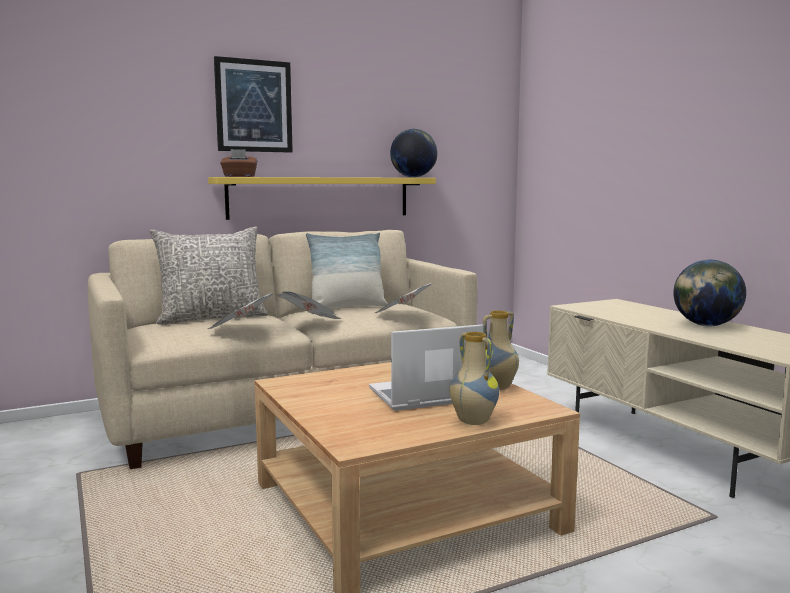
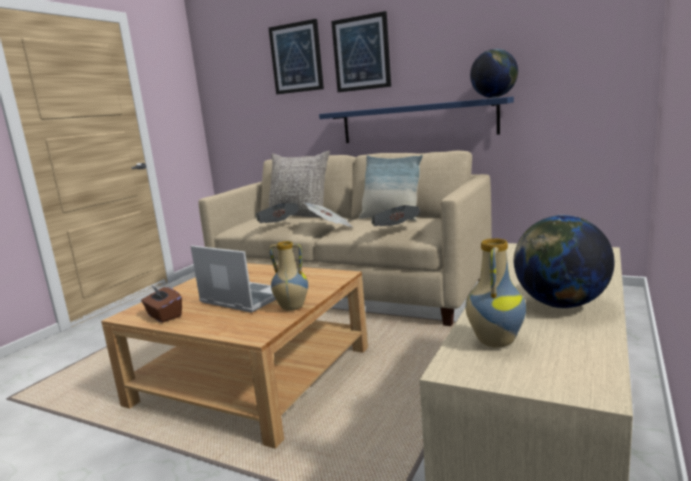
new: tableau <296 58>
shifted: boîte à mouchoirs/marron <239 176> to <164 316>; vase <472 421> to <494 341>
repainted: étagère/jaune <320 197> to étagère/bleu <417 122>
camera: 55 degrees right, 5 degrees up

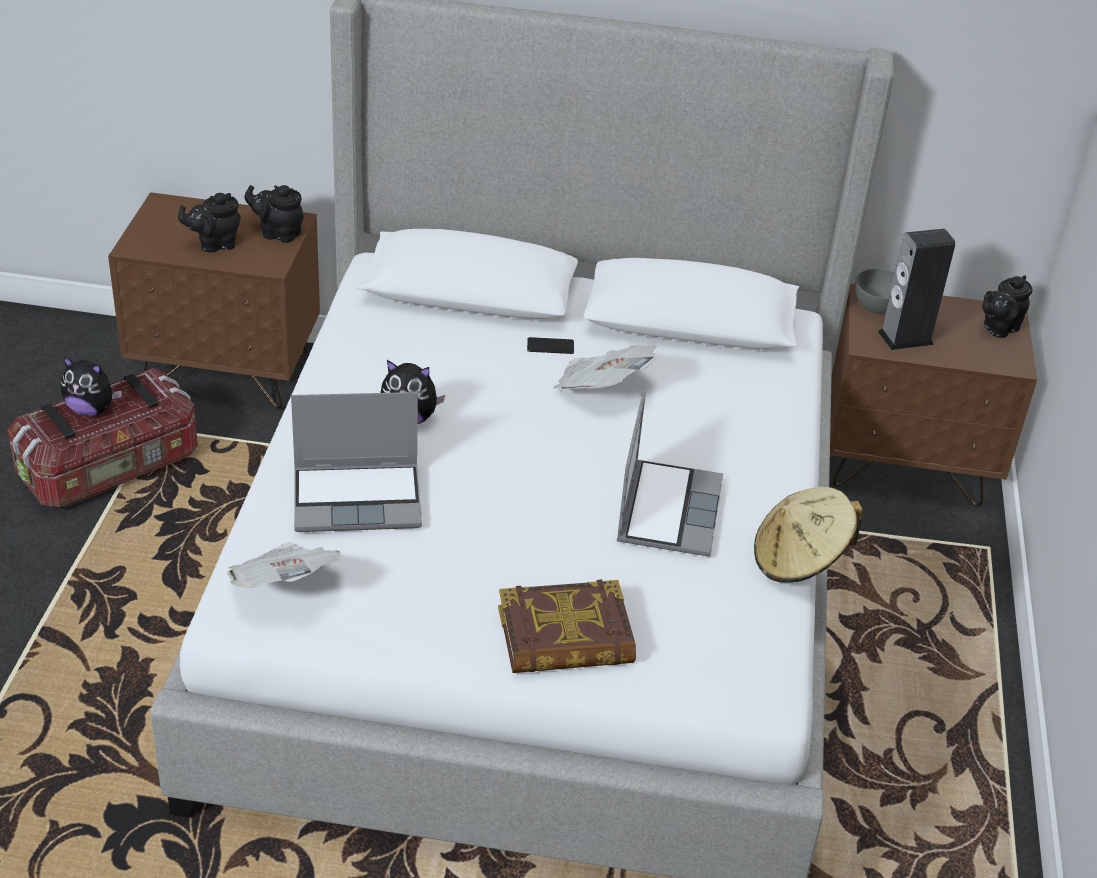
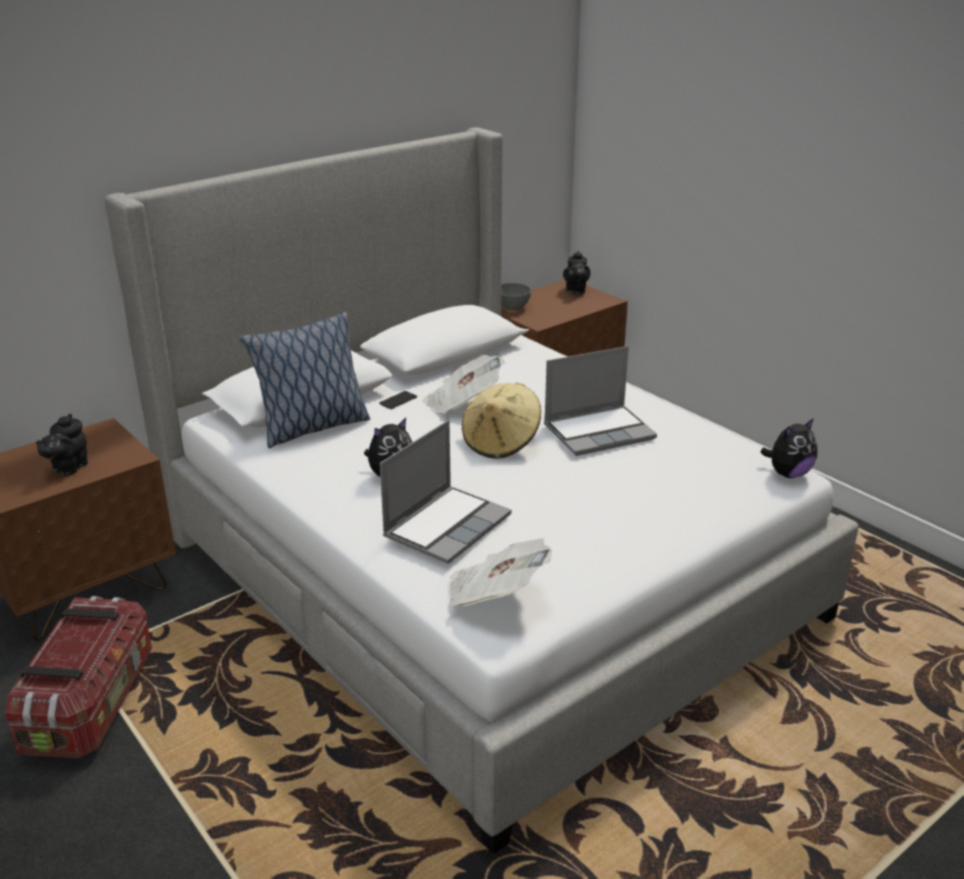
gone: théière/noir <278 233>; livre <565 637>; enceinte <905 338>
new: coussin <312 428>
shifted: chapeau/beige <799 560> to <501 442>; peluche <91 409> to <788 474>
rotated: ordinateur portable <667 509> = <599 431> 105 degrees clockwise
camera: 45 degrees left, 10 degrees down

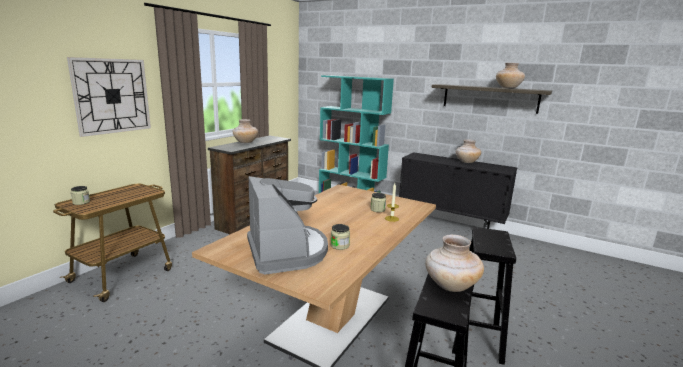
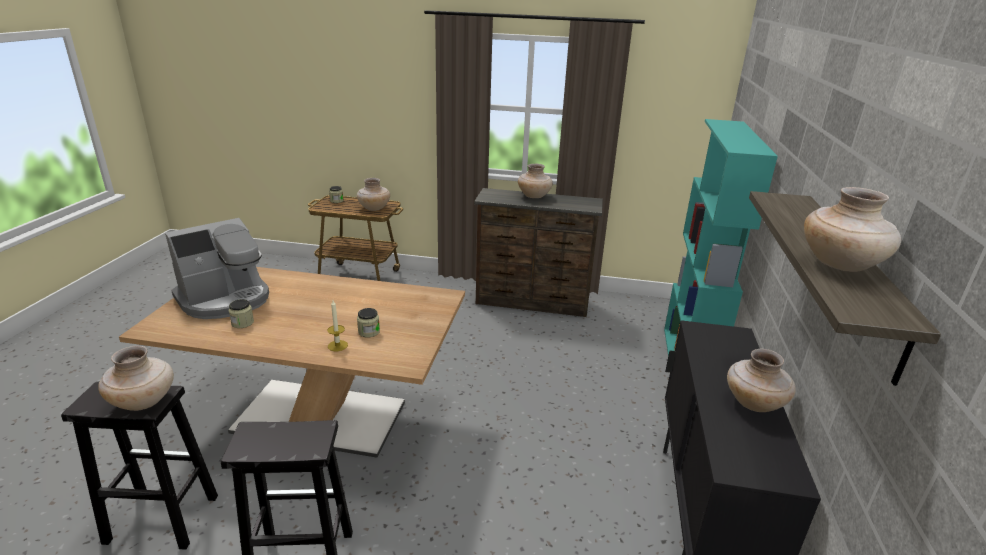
gone: horloge murale <112 96>
new: vase/beige <374 208>
camera: 70 degrees right, 10 degrees up

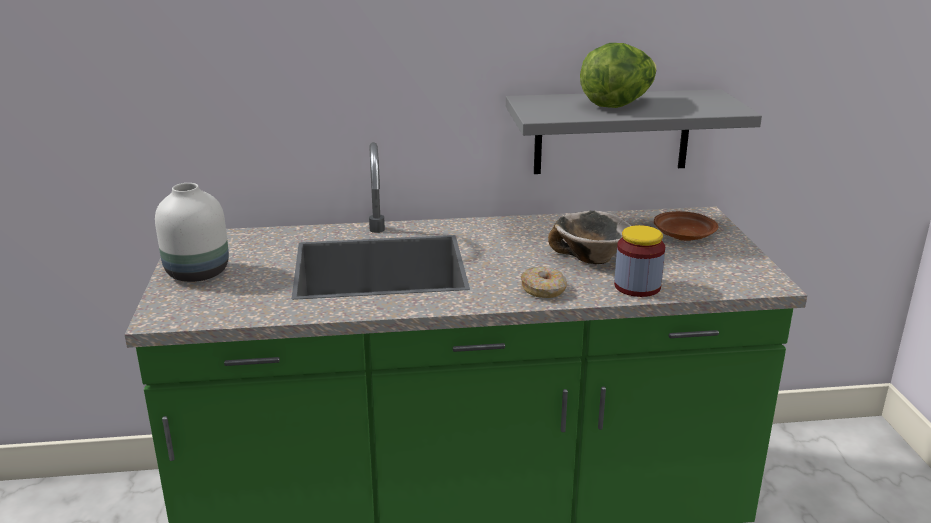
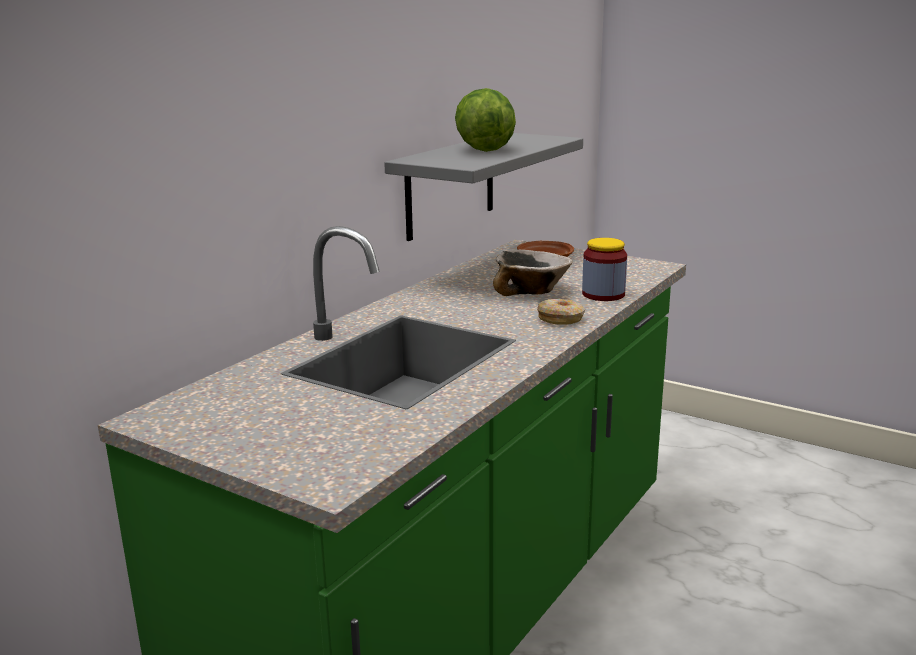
gone: vase/blanc <195 273>
camera: 50 degrees left, 5 degrees down

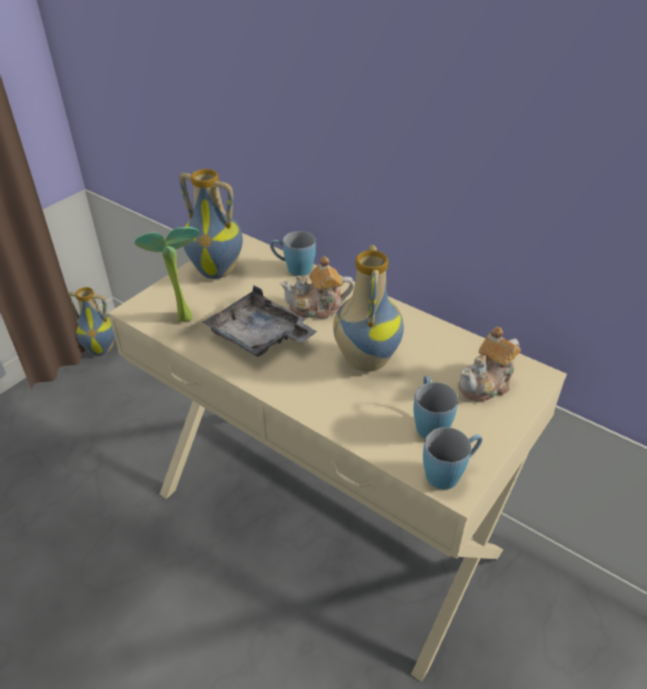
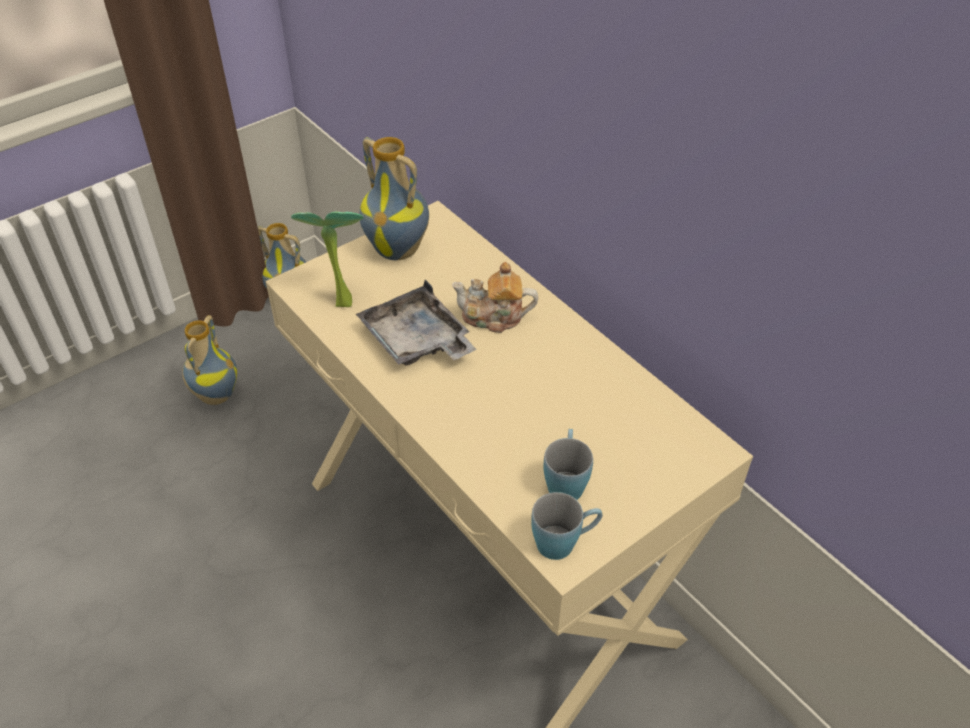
gone: mug/bleu <293 268>; théière <486 384>
shifted: vase <364 360> to <215 394>
camera: 15 degrees right, 5 degrees up

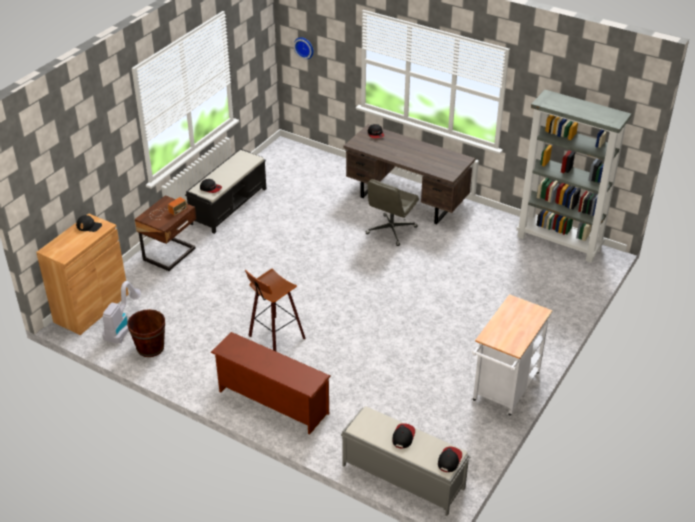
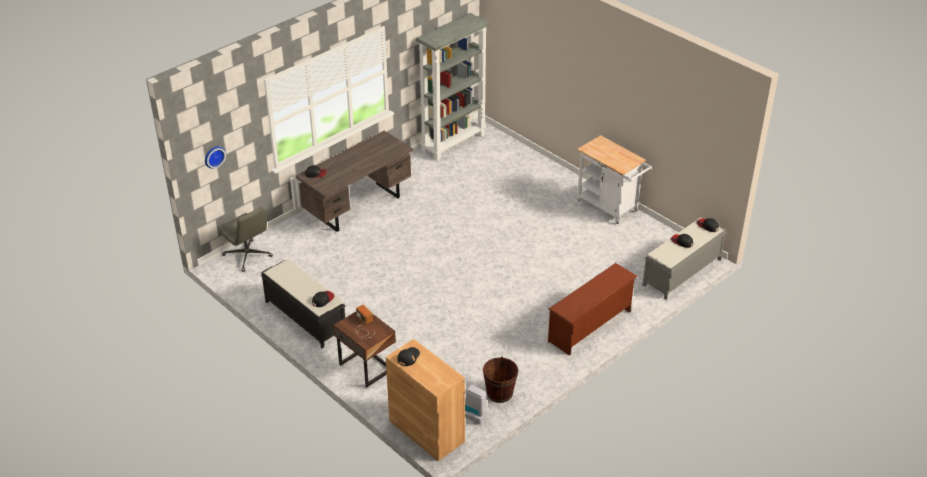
gone: tabouret <274 337>
shifted: chaise de bureau/gris <391 231> to <248 256>
camera: 75 degrees left, 0 degrees up

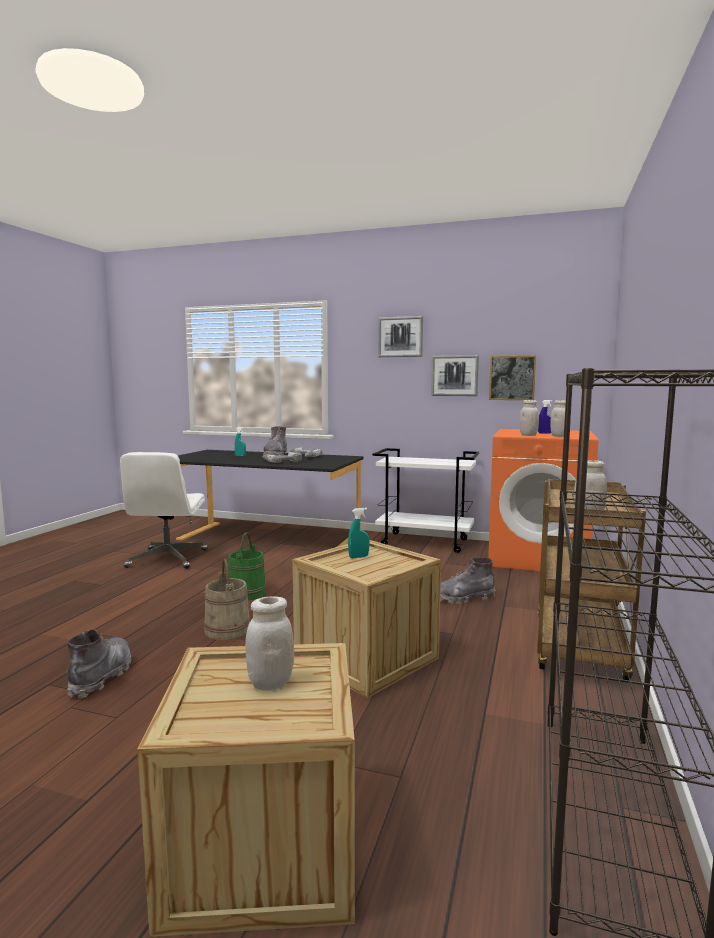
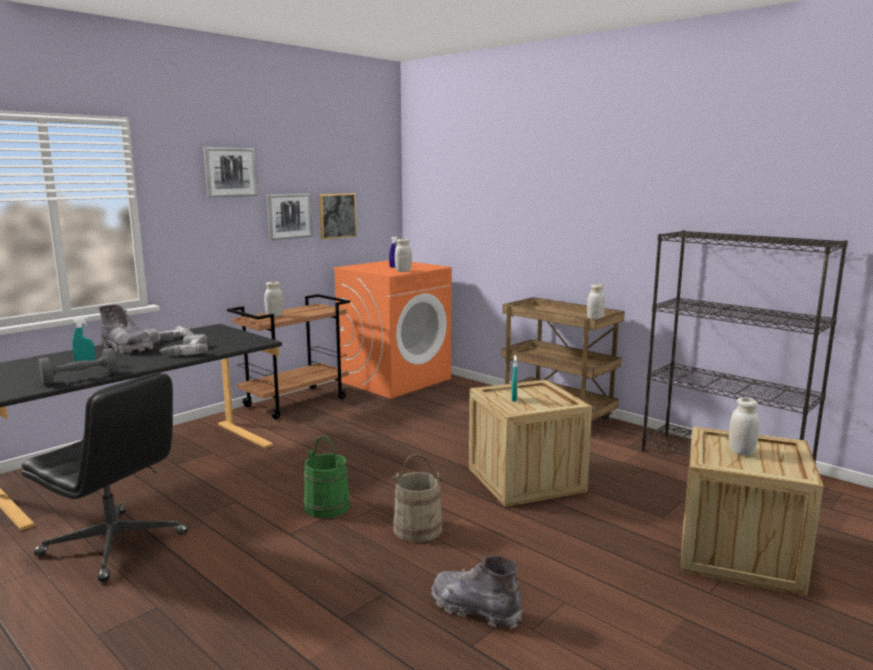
gone: botte/gris <464 598>
new: haltère/gris <80 378>
shifted: bocal/blanc <559 436> to <274 316>
repainted: chaise de bureau/blanc <167 559> to chaise de bureau/noir <115 545>; chariot/blanc <425 542> to chariot/marron <296 402>
camera: 65 degrees left, 5 degrees up

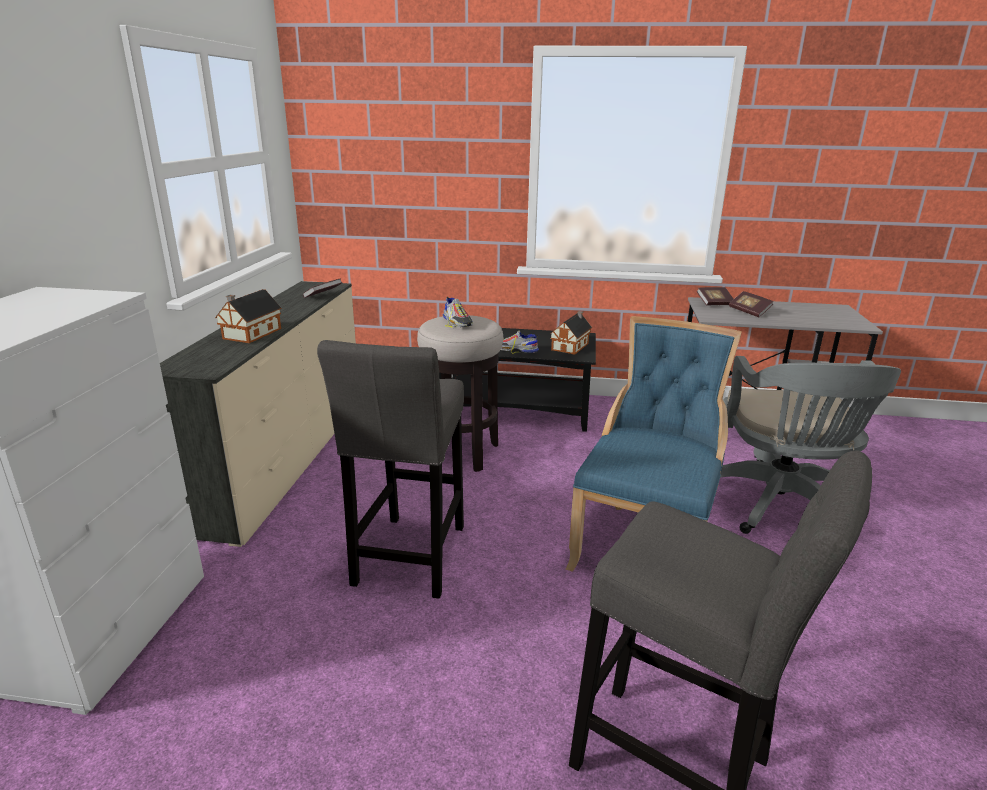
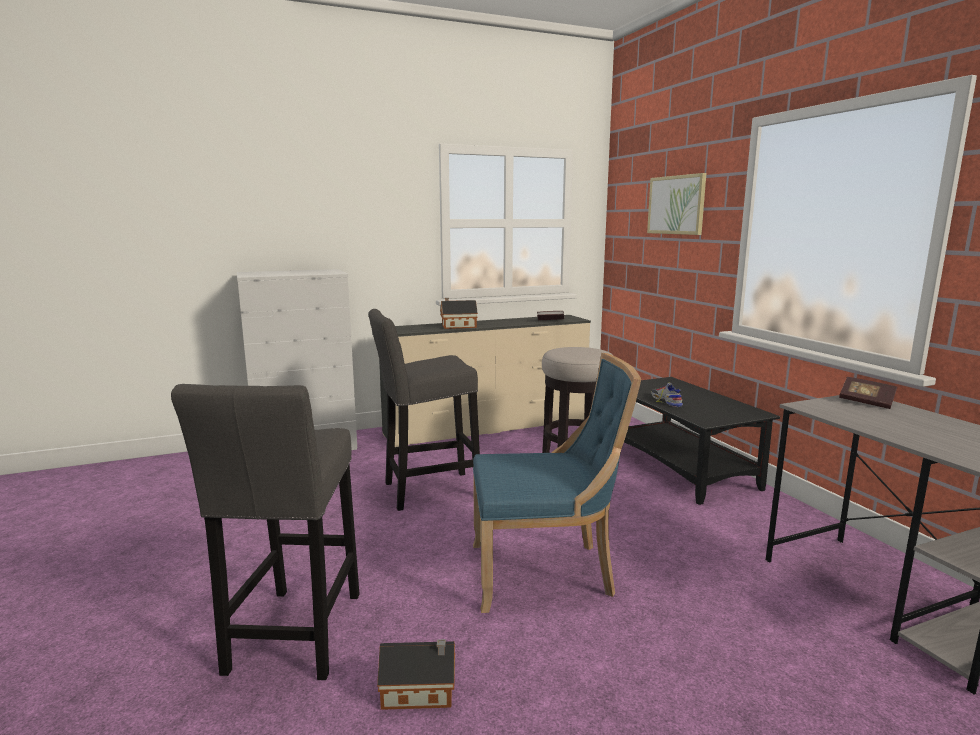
gone: chaussure <457 322>; chaise de bureau/gris <780 506>; livre <749 312>
new: tableau <676 205>
shifted: maison miniature <571 346> to <421 691>
camera: 60 degrees right, 10 degrees down

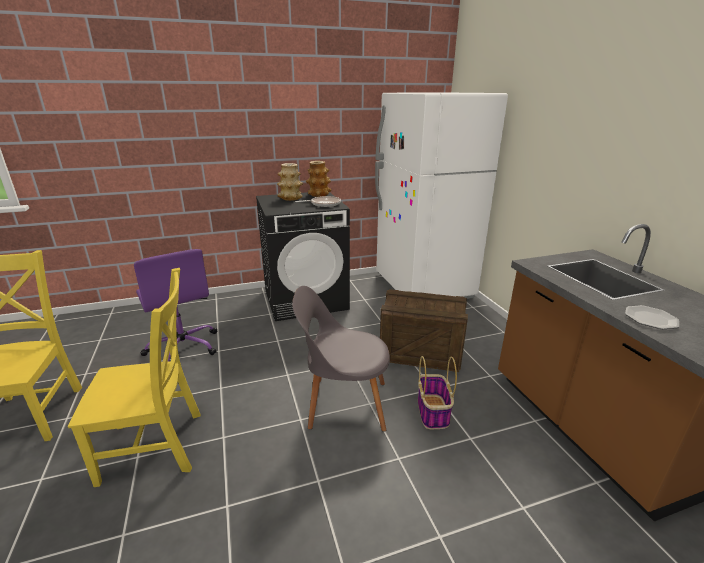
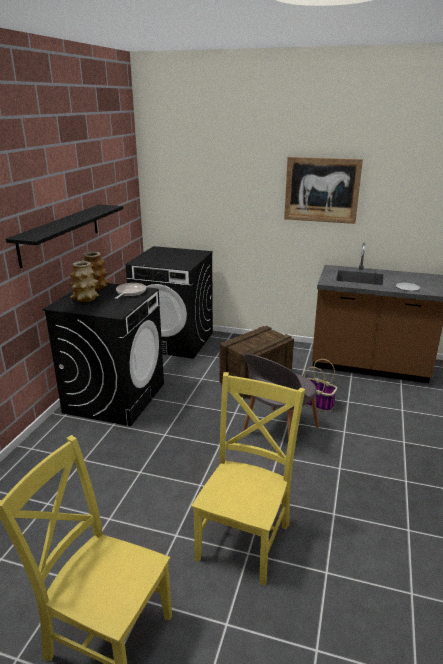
gone: chaise de bureau/violet <183 347>
new: étagère/noir <60 233>; tableau <322 190>
swapped: réfrigérateur/blanc <423 286> to lave-linge/noir <174 341>
camera: 55 degrees left, 0 degrees up

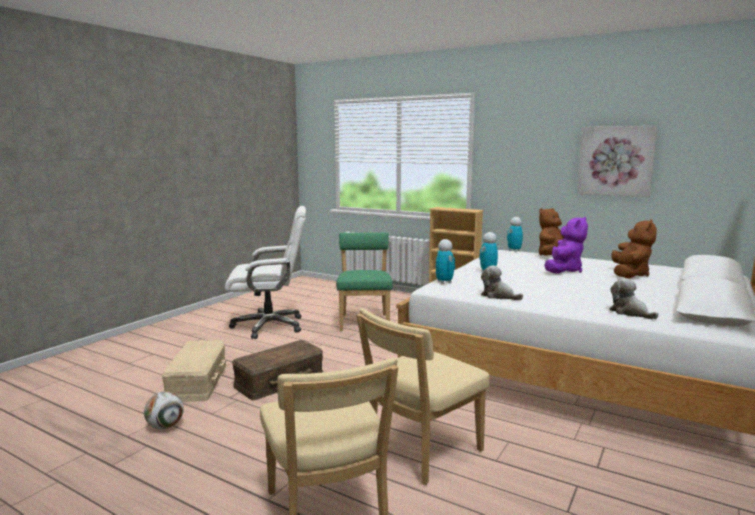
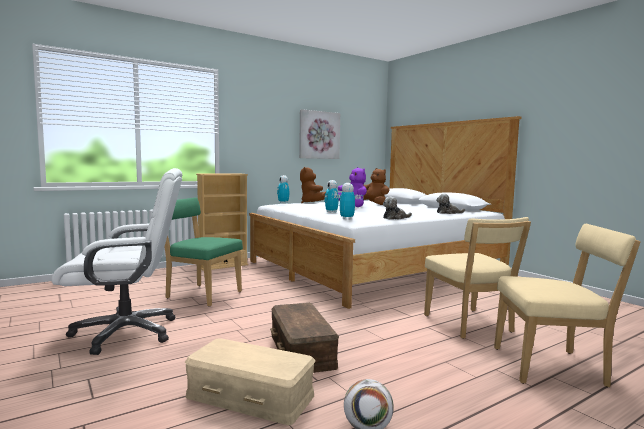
rotated: chaise de bureau/blanc <269 326> = <127 332> 60 degrees clockwise
camera: 65 degrees left, 5 degrees down

